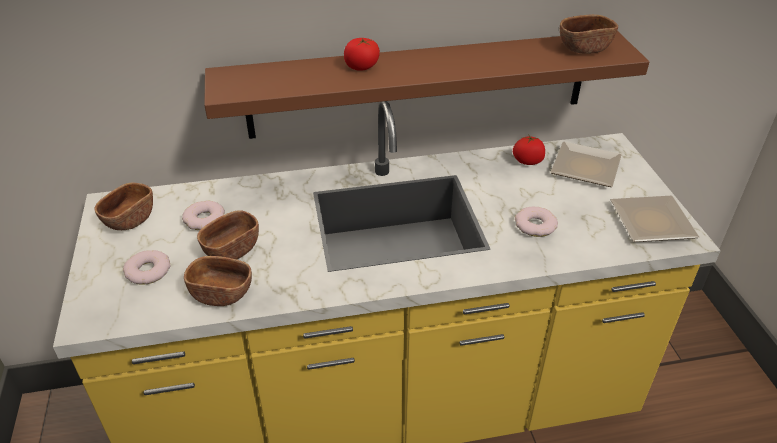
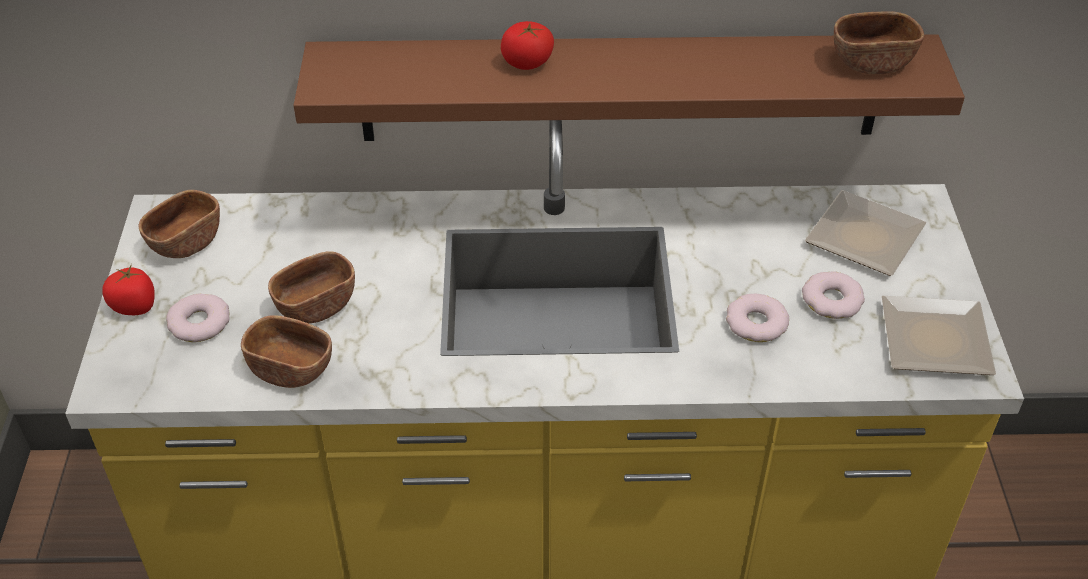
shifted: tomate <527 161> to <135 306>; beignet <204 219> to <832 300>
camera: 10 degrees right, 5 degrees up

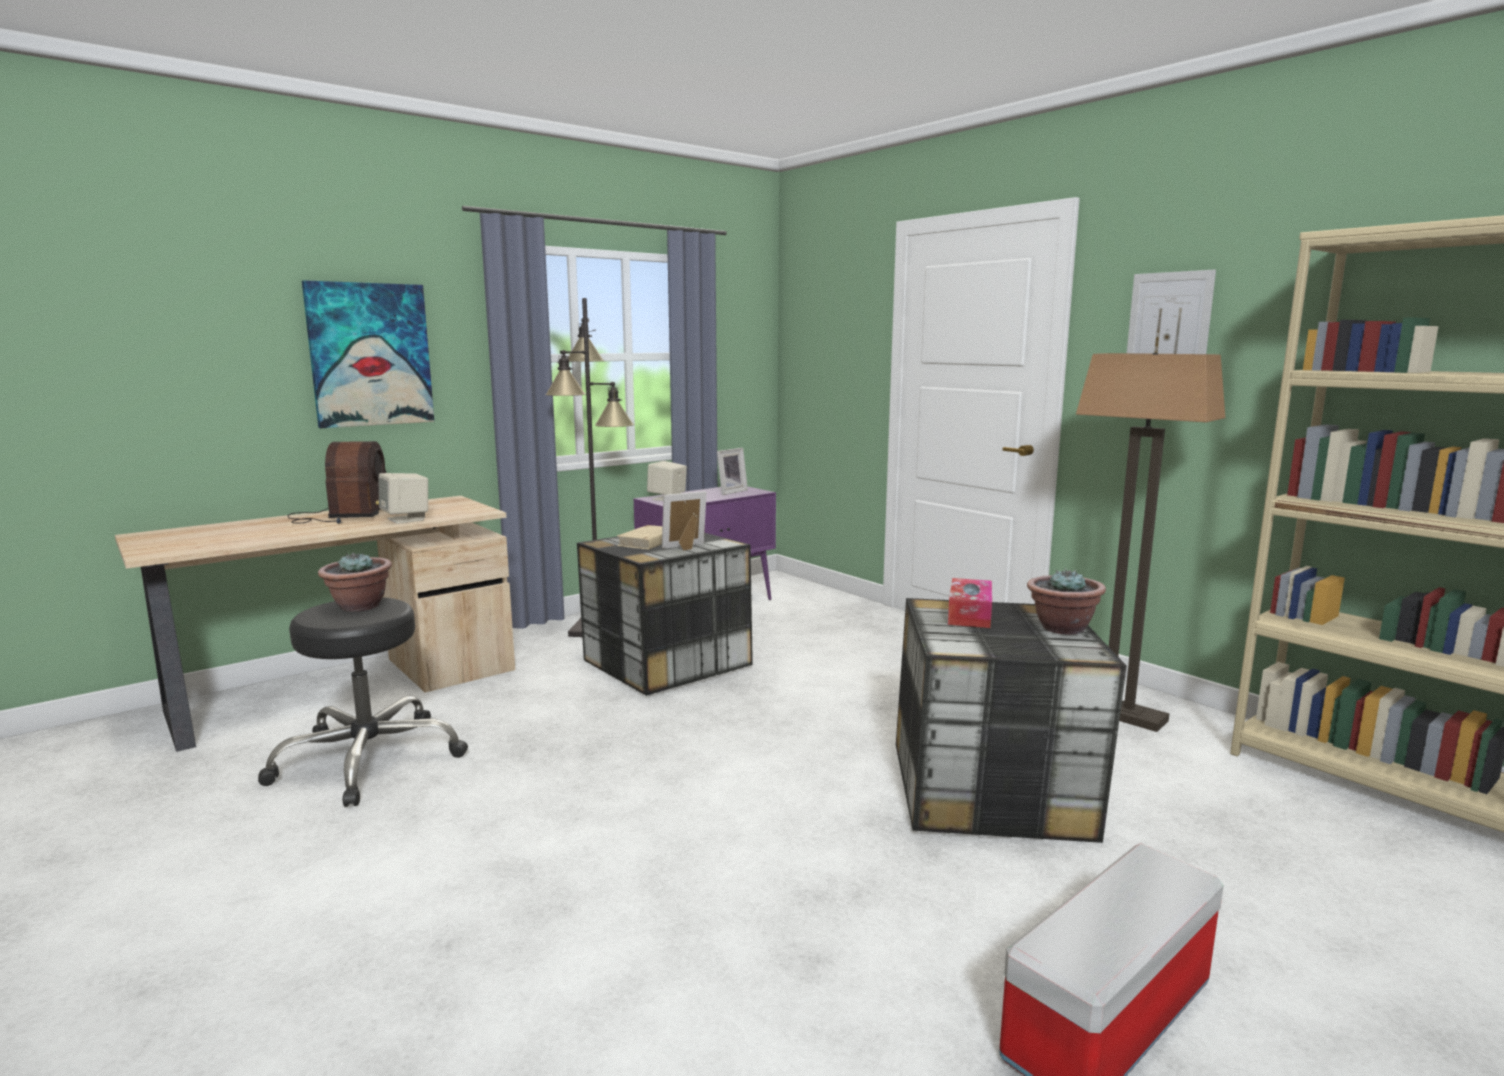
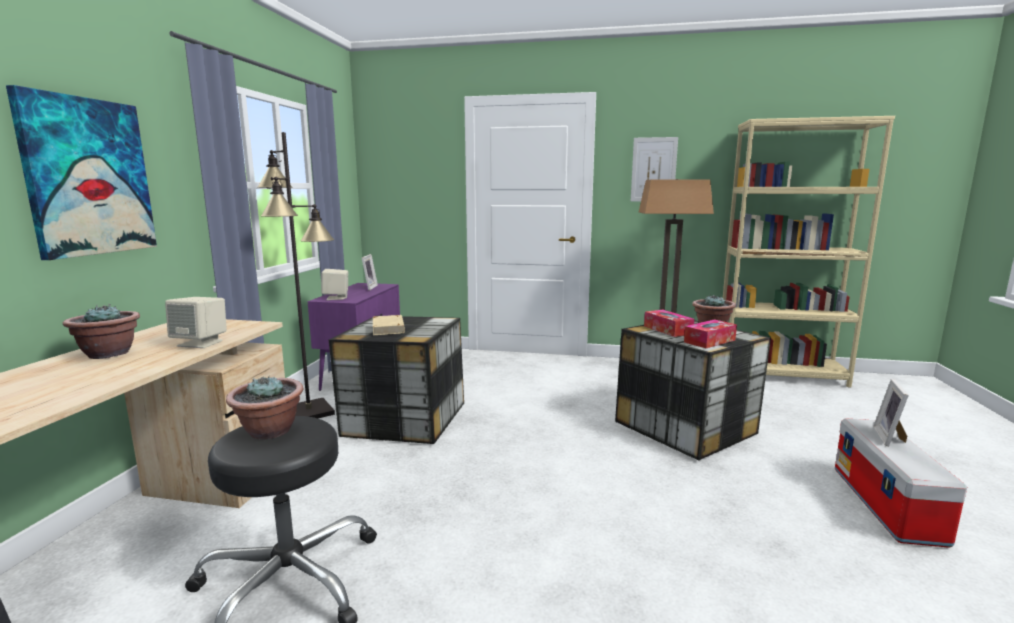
new: boîte à mouchoirs <709 341>
shifted: cadre photo <686 547> to <890 438>
swapped: radio <341 516> to plante en pot <108 354>
camera: 40 degrees left, 0 degrees up

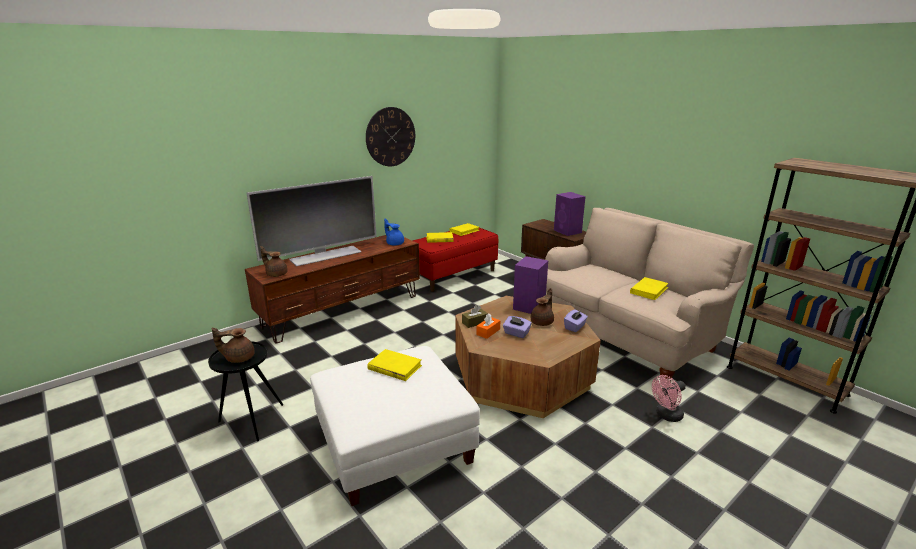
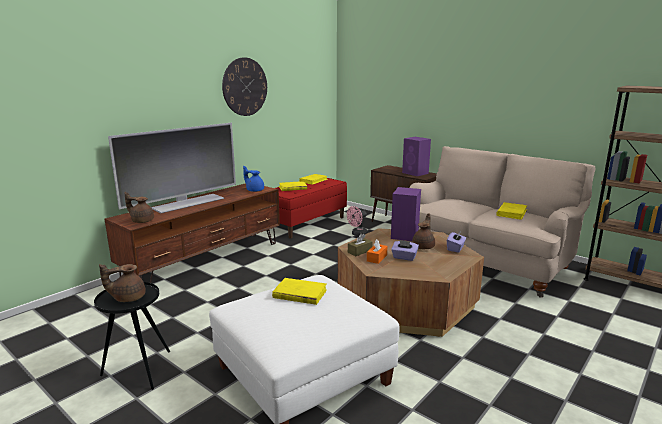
shifted: ventilateur/rose <666 416> to <357 234>
camera: 10 degrees left, 5 degrees down

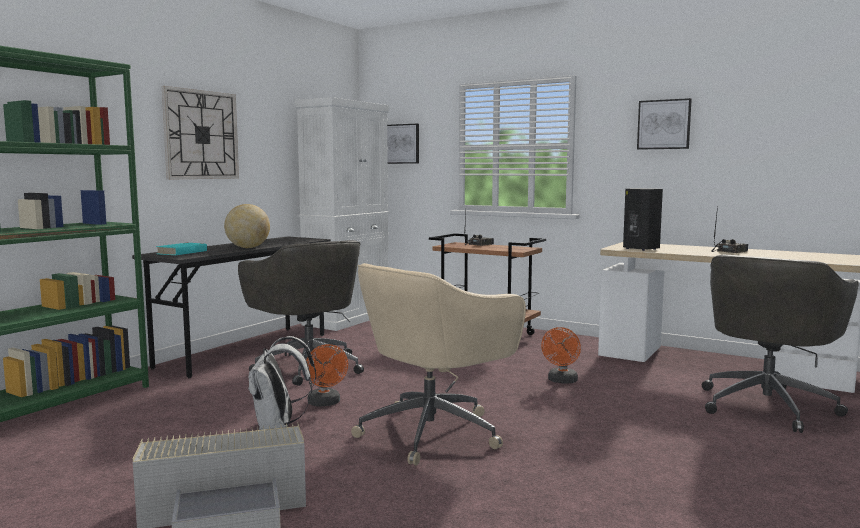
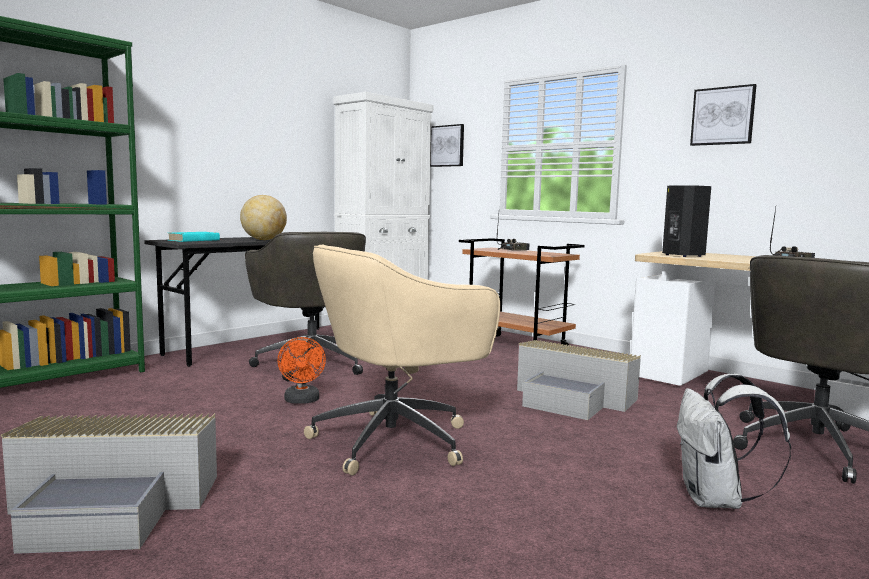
gone: horloge murale <201 135>
shifted: sac à dos/blanc <278 427> to <715 500>
swapped: ventilateur/orange <561 381> to boîte de rangement/gris <573 398>
camera: 10 degrees right, 0 degrees up

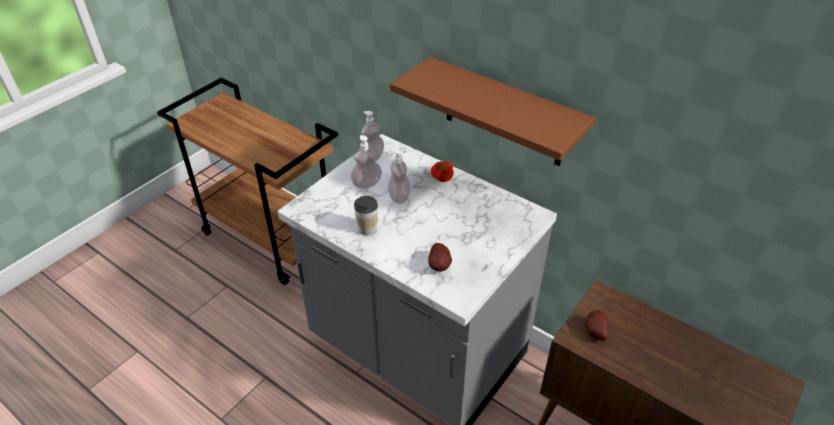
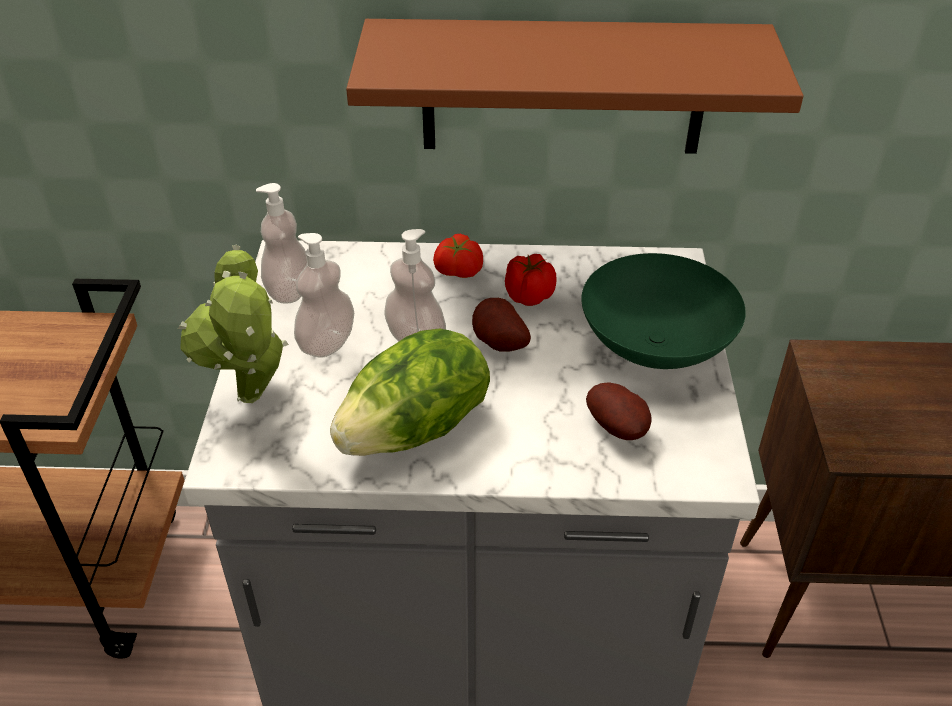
new: plante en pot <253 401>; tomate <528 295>; bol/vert <654 348>
shifted: pomme de terre <594 332> to <497 344>
swapped: tasse <367 229> to laitue <417 429>
camera: 35 degrees left, 0 degrees up

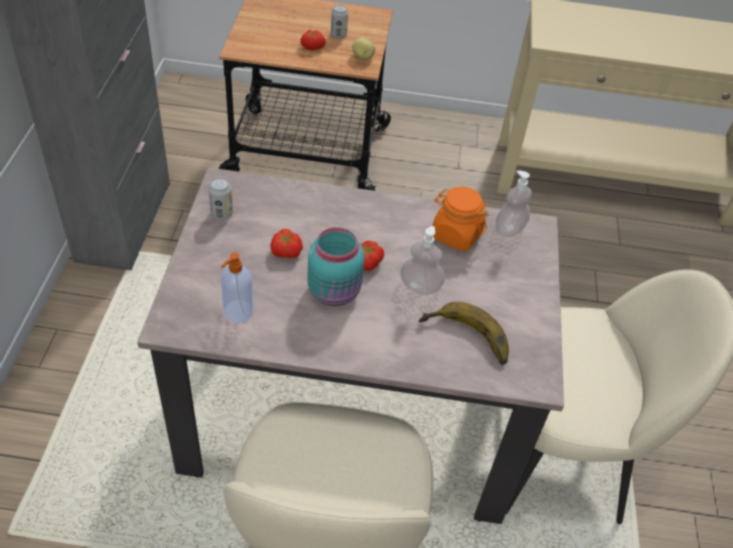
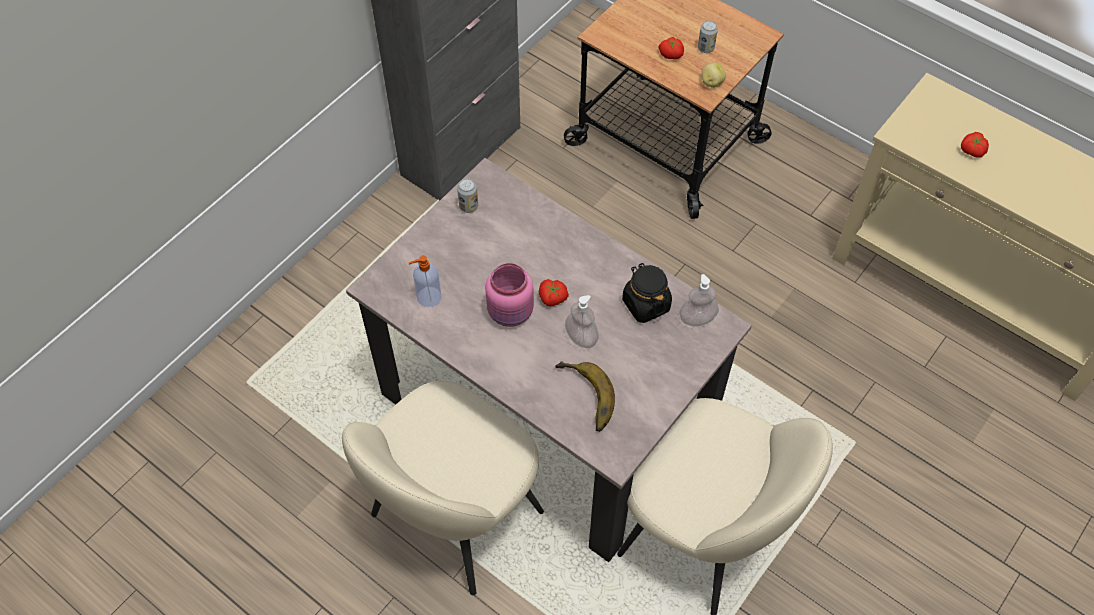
shifted: tomate <285 252> to <971 150>
repainted: bocal/turquoise <335 292> to bocal/rose <511 313>; bocal/orange <456 235> to bocal/noir <645 304>
camera: 35 degrees right, 10 degrees up

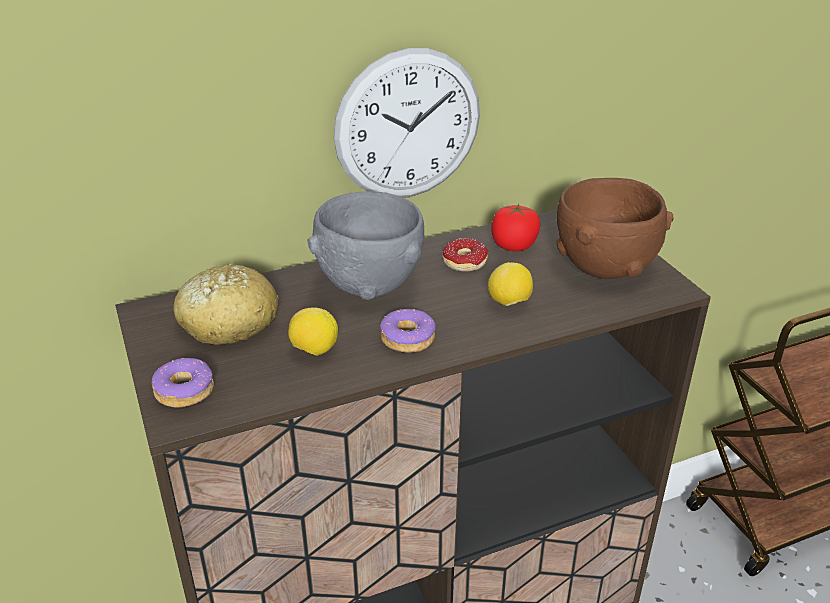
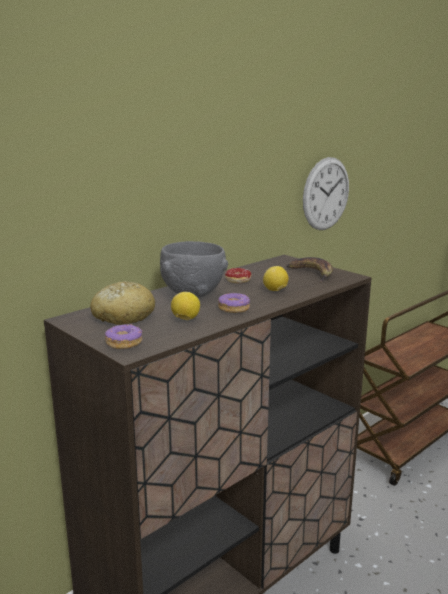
gone: tomate <513 245>
shifted: horloge murale <408 125> to <326 194>
swapped: bol/marron <604 267> to banane <311 273>
camera: 20 degrees left, 15 degrees down

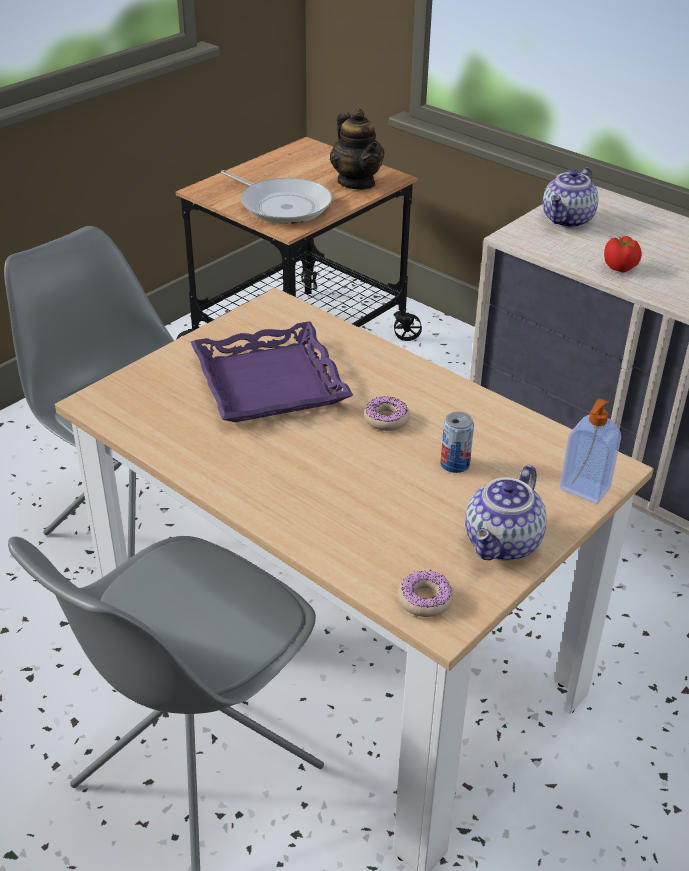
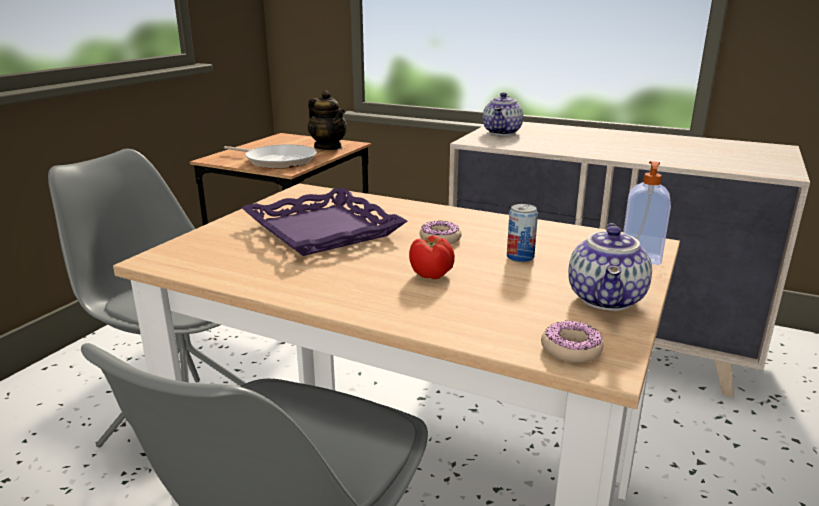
shifted: tomate <620 268> to <431 274>
camera: 15 degrees left, 15 degrees down

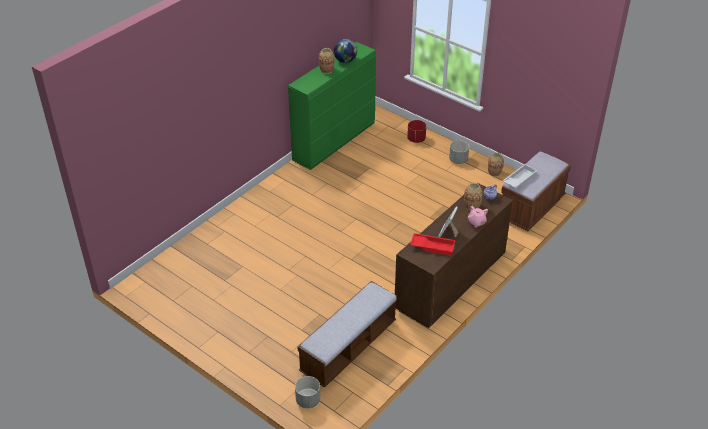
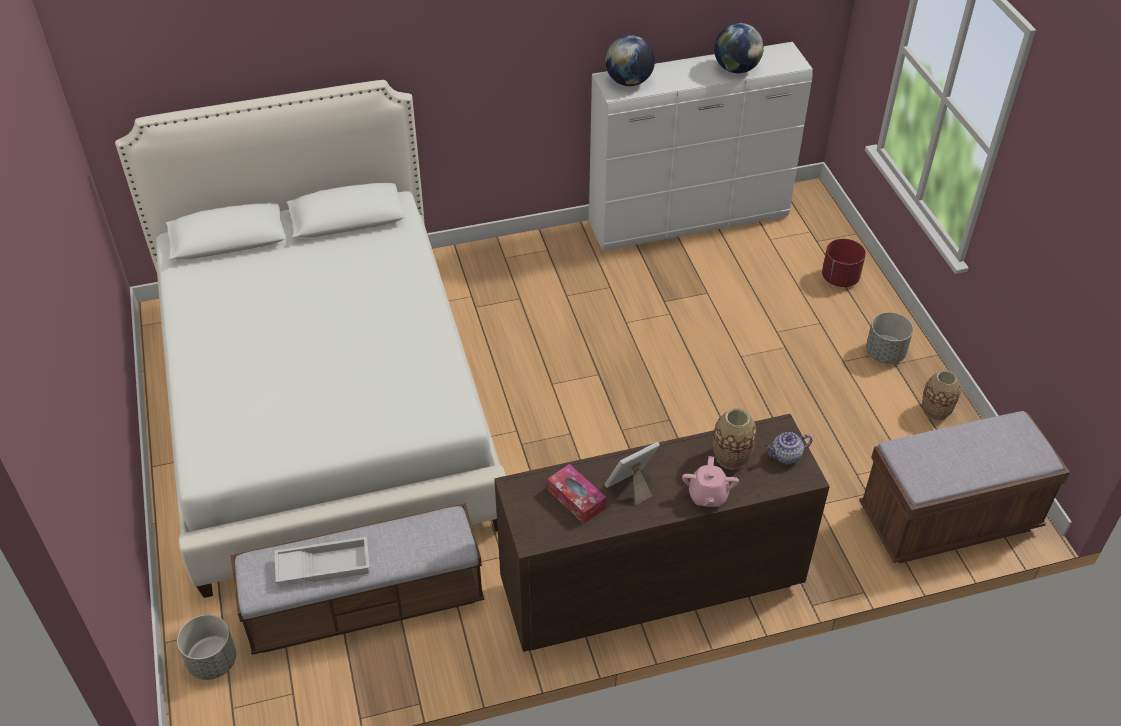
gone: vase <326 70>
new: lit/blanc <326 407>; globe <629 81>
shifted: plateau/blanc <519 179> to <324 564>
swapped: plateau/rouge <433 246> to boîte à mouchoirs <576 499>
repainted: commode/vert <335 142> to commode/blanc <690 221>
camera: 35 degrees right, 5 degrees up

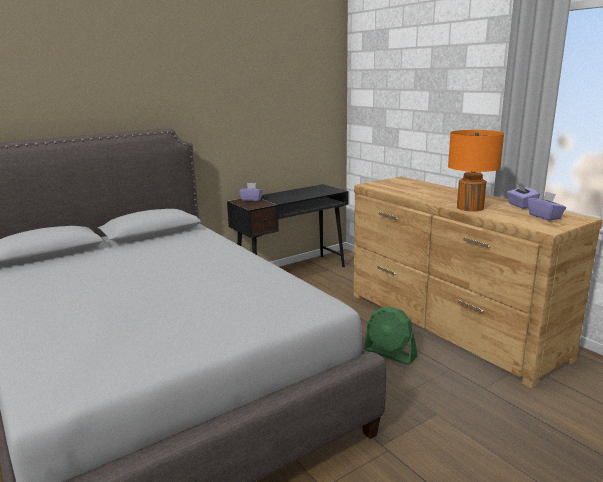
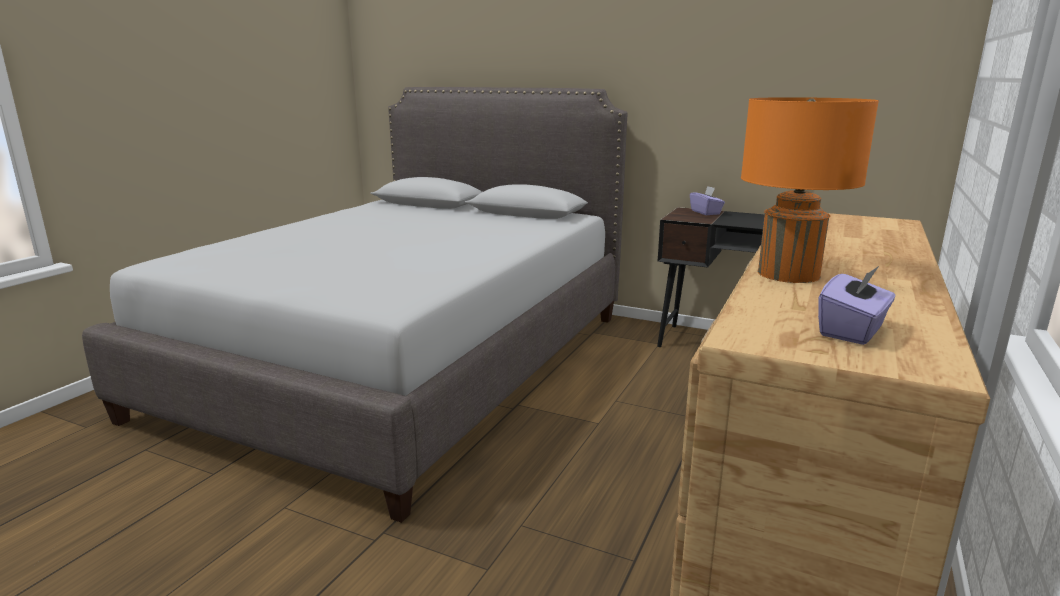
gone: ventilateur/vert <390 354>; boîte à mouchoirs/violet <521 205>
camera: 60 degrees right, 0 degrees up

